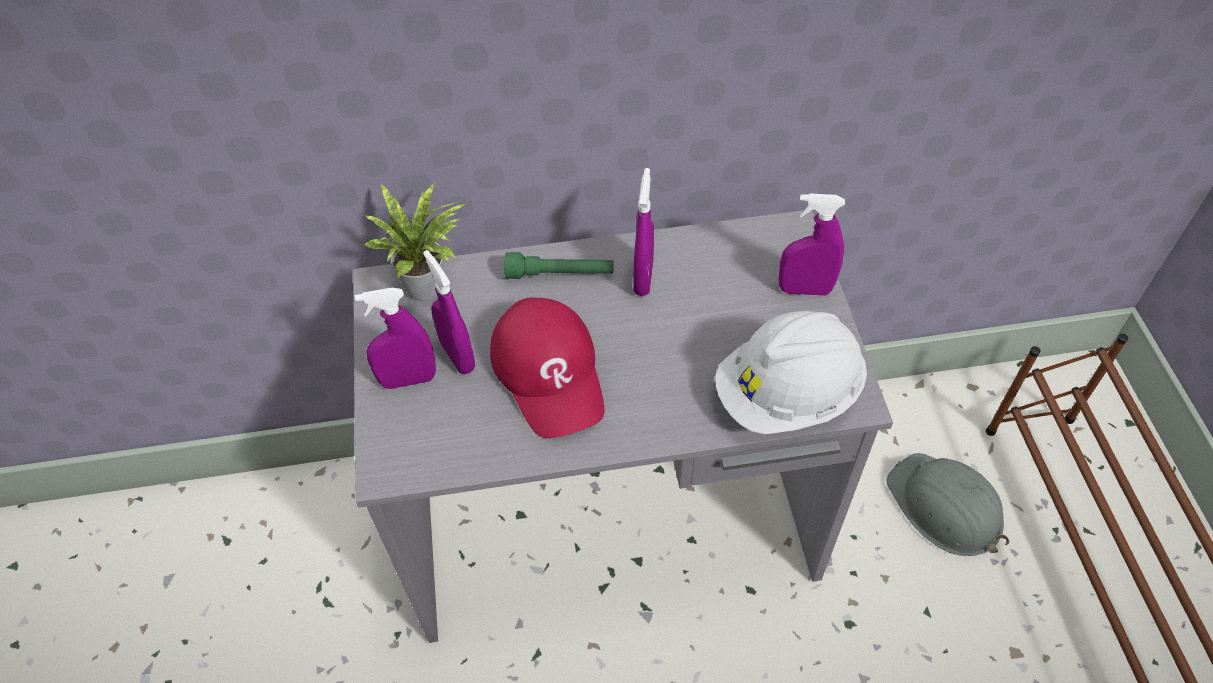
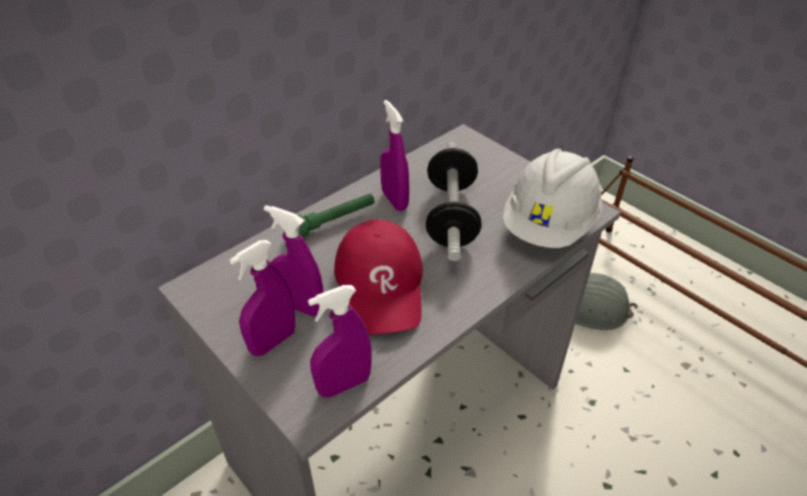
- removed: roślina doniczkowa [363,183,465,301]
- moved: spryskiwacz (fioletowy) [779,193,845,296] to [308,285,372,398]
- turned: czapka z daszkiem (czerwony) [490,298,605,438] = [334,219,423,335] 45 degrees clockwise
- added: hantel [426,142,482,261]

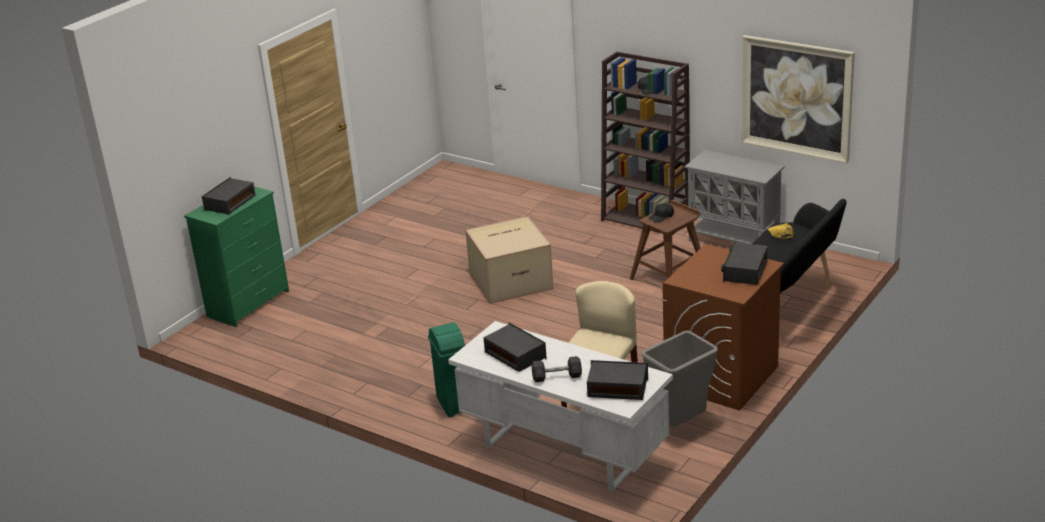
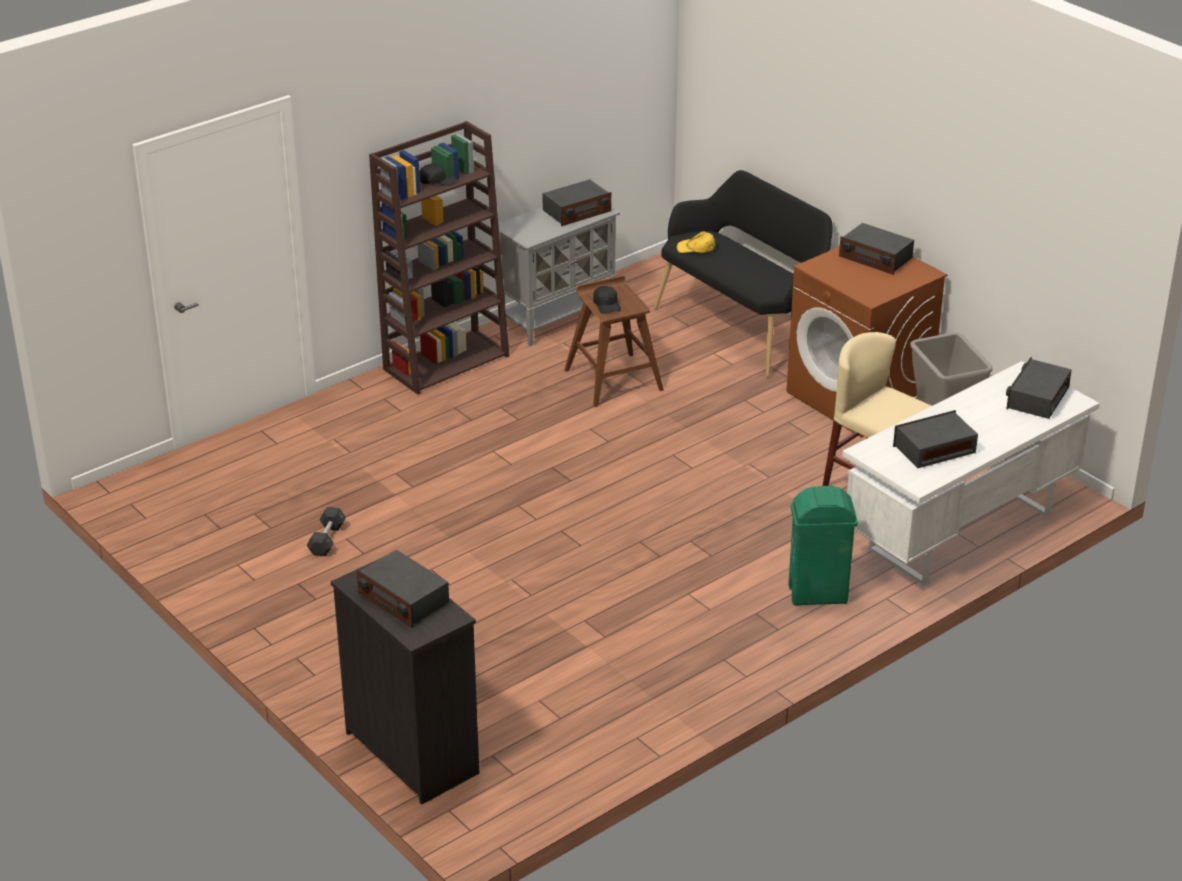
- removed: obraz [741,35,855,163]
- recoloured: komoda (zielony) [184,186,289,327] to komoda (czarny) [331,557,479,805]
- removed: karton [465,216,554,304]
- moved: hantel (szary) [532,356,582,382] to [307,506,346,556]
- added: radio [542,179,611,226]

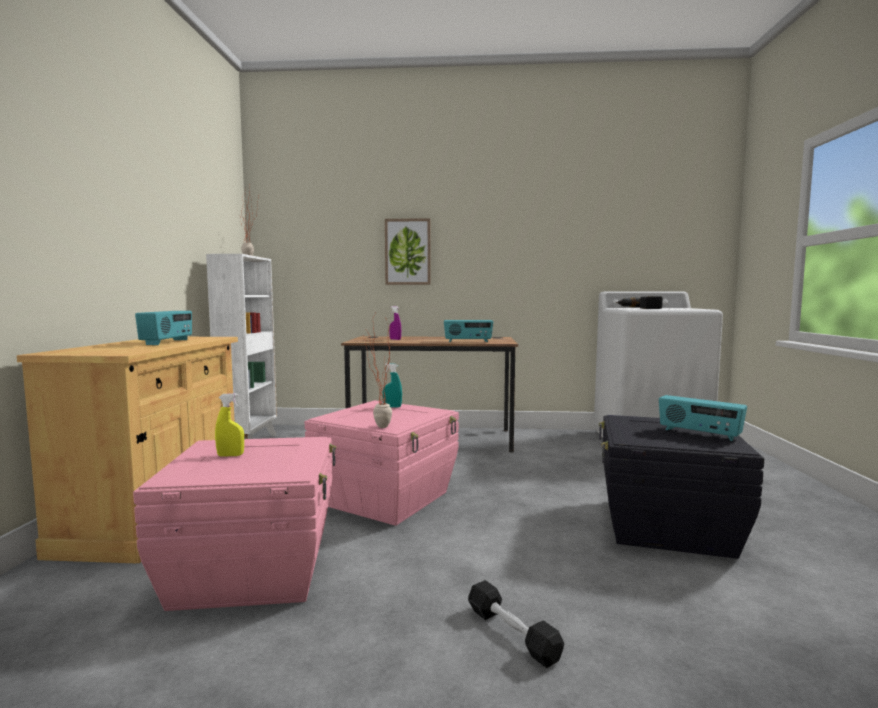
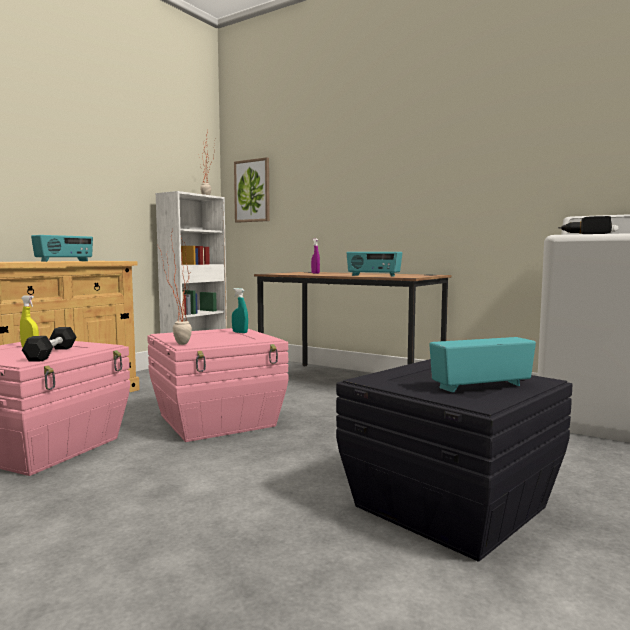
- moved: obraz [385,218,431,285] to [234,157,270,223]
- turned: radio [659,395,747,441] = [429,337,536,392] 90 degrees clockwise
- moved: hantel (czarny) [468,580,564,668] to [22,327,76,362]

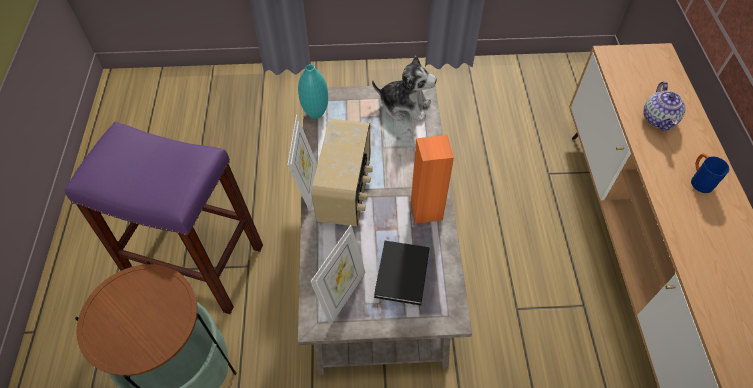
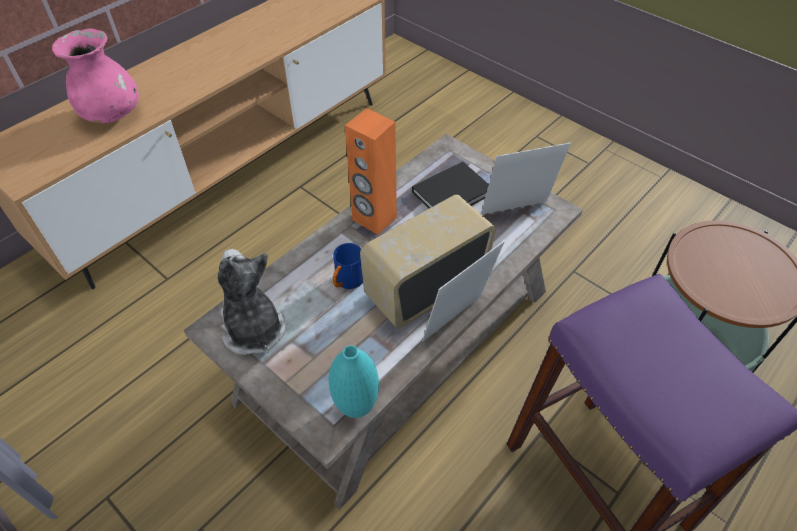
- replaced: imbryk [643,81,685,131] to wazon (różowy) [52,29,139,123]
- moved: kubek (niebieski) [691,154,729,193] to [333,243,363,289]

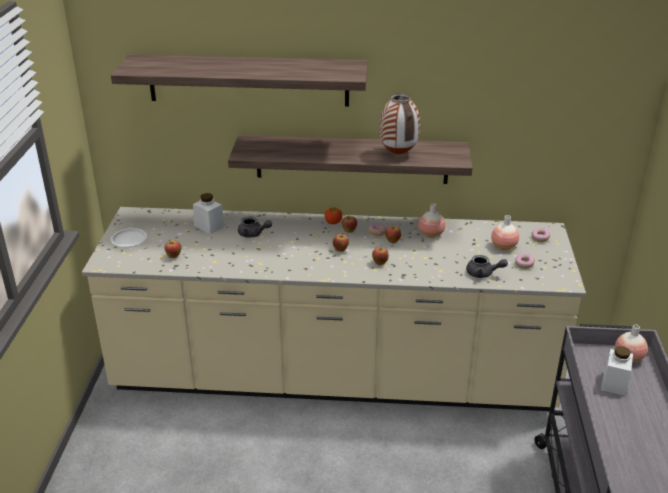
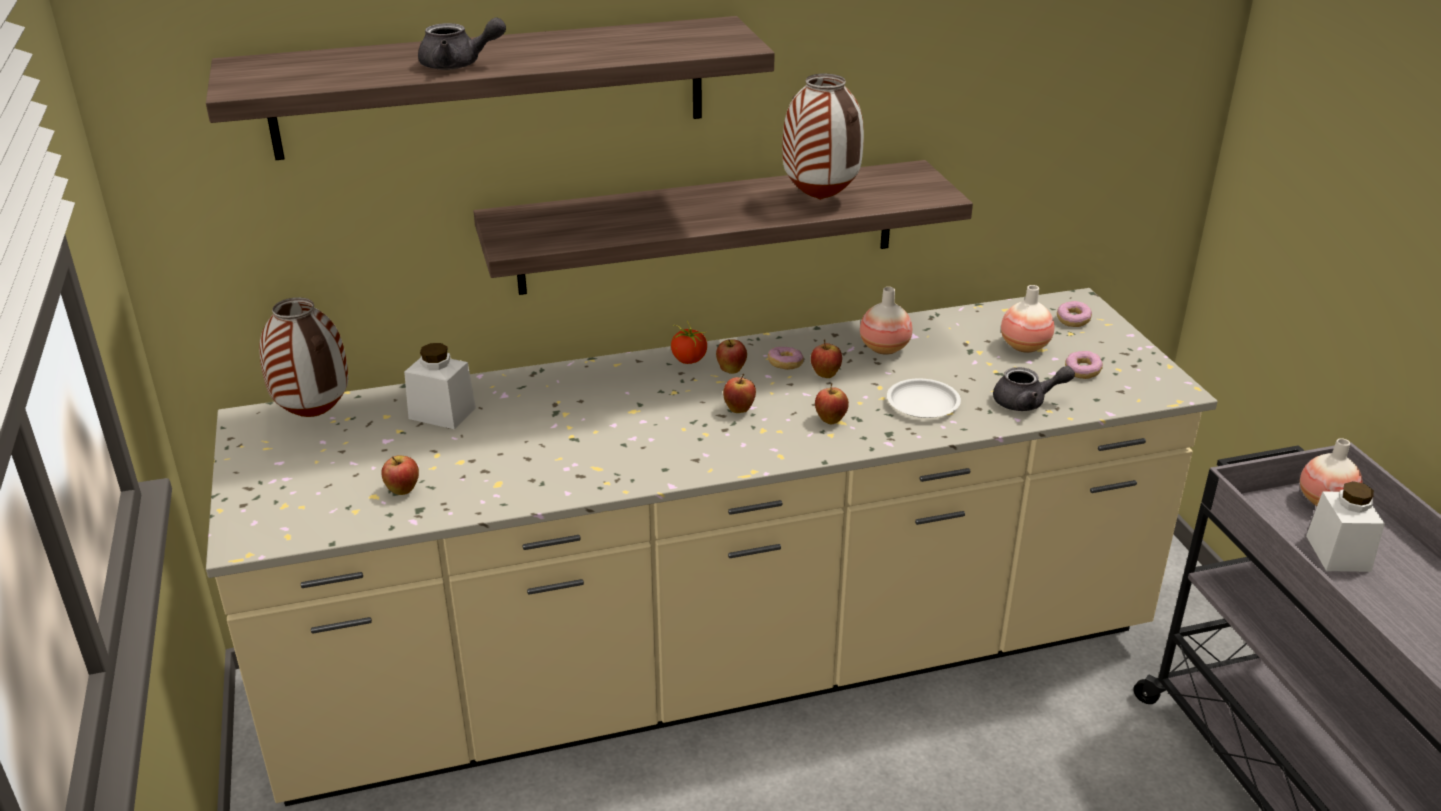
- moved: imbryk (szary) [238,217,272,238] to [418,17,506,70]
- moved: talerz (biały) [111,228,147,247] to [887,379,961,418]
- added: wazon [259,297,348,417]

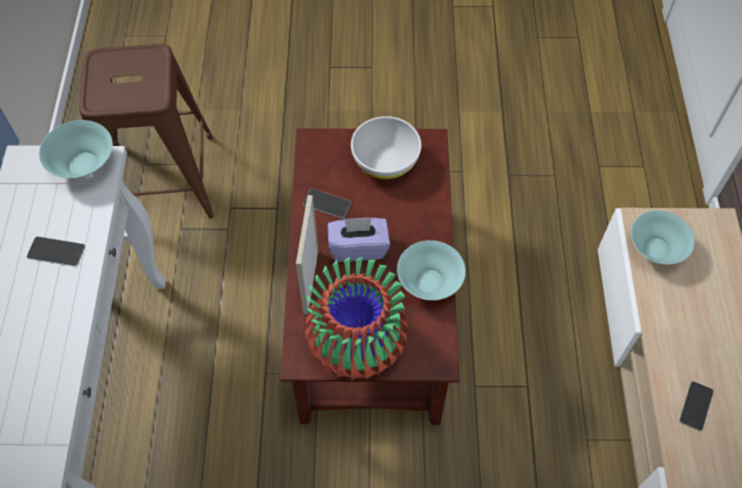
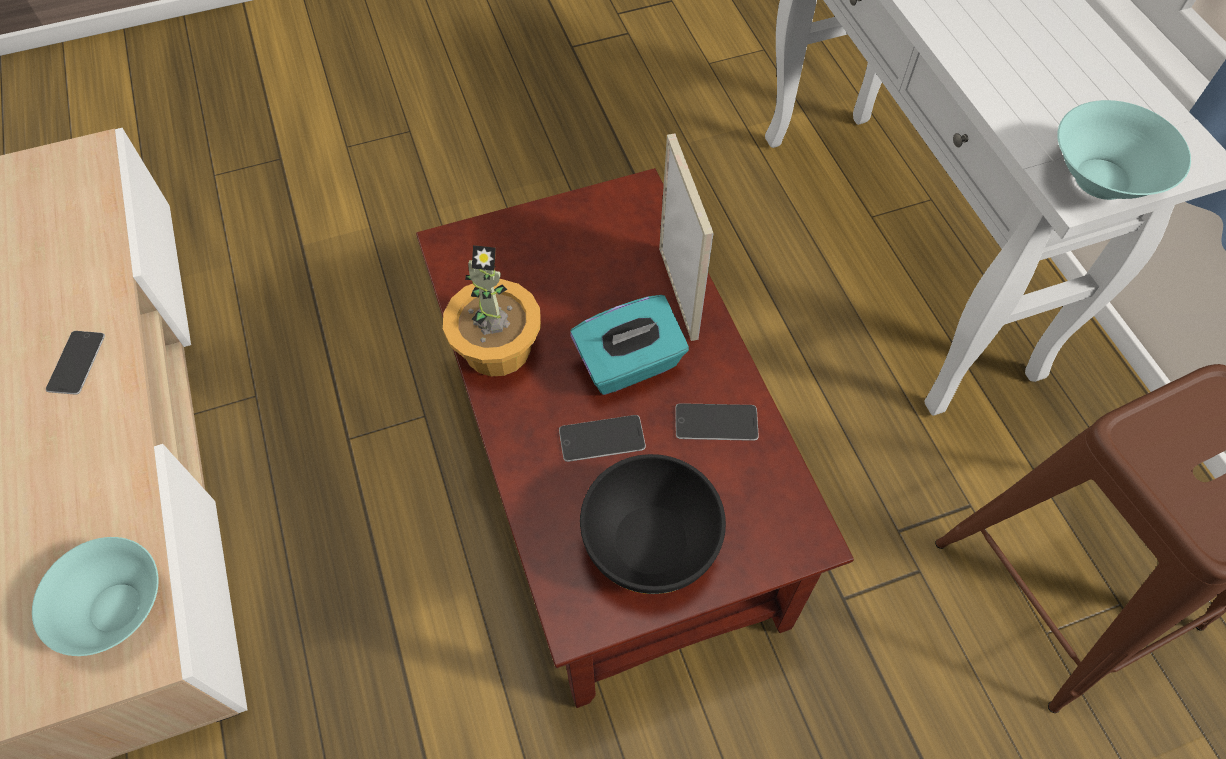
- recoloured: miska (biały) [351,116,421,179] to miska (czarny) [580,454,726,594]
- recoloured: pudełko chusteczek (fioletowy) [328,218,390,262] to pudełko chusteczek (turkusowy) [570,295,689,395]
- moved: telefon [27,237,85,266] to [559,415,646,462]
- replaced: miska (turkusowy) [397,240,466,300] to roślina doniczkowa [443,245,541,376]
- removed: wazon [305,257,408,380]

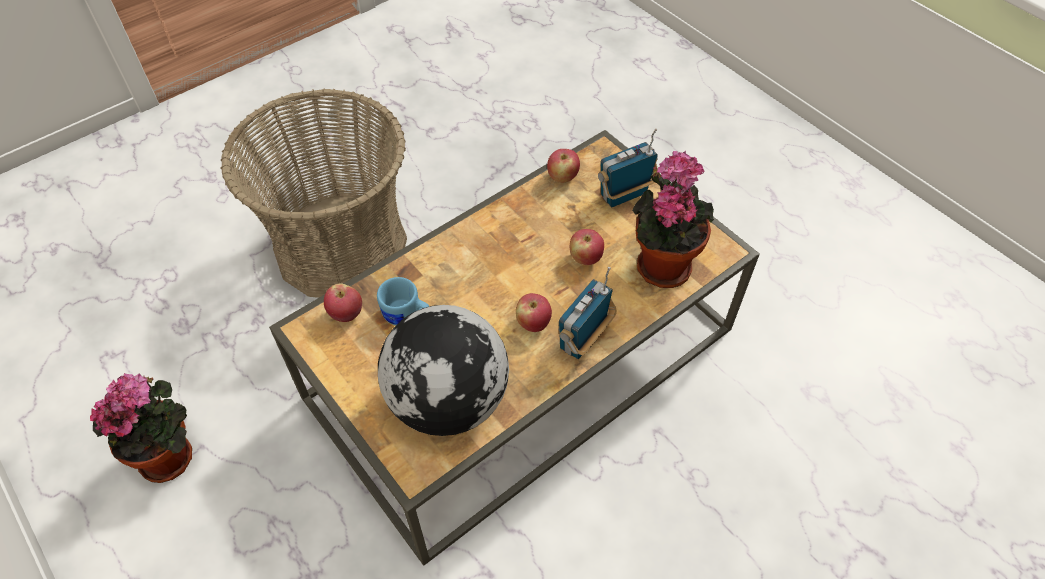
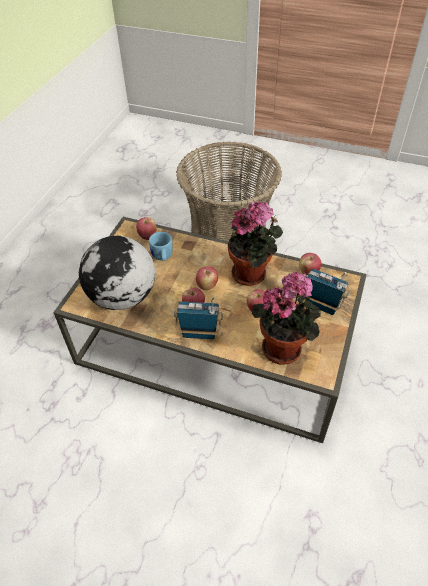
- moved: roślina doniczkowa [90,373,192,483] to [227,201,283,286]
- added: jabłko [196,266,218,290]

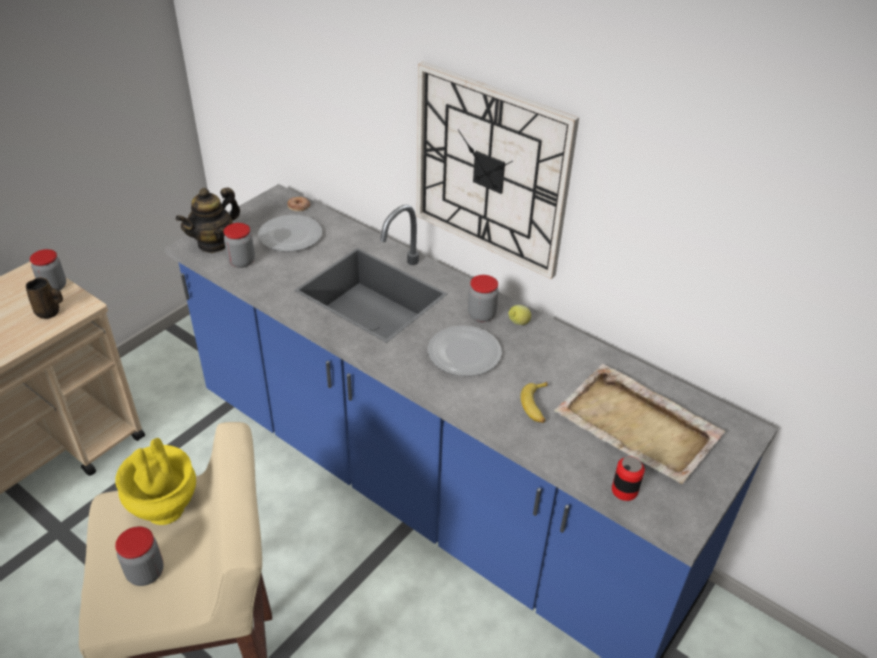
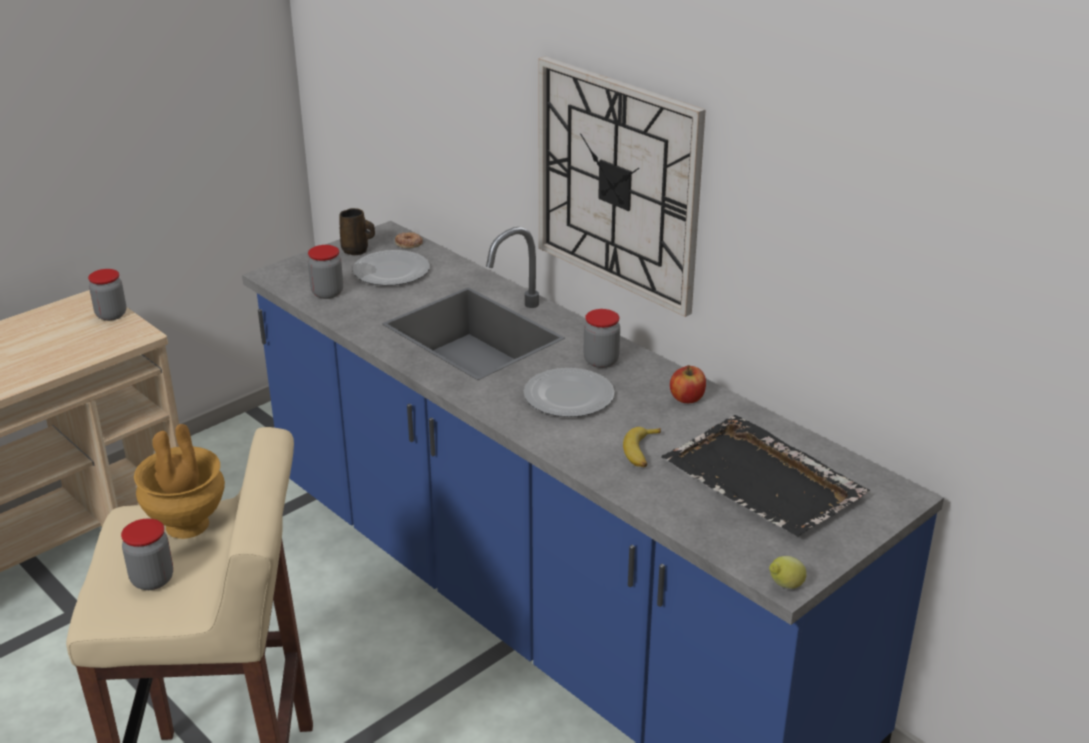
- removed: imbryk [175,188,240,253]
- moved: kubek (brązowy) [26,277,63,319] to [339,208,375,255]
- moved: cytryna [508,305,531,325] to [769,556,806,589]
- recoloured: taca (beżowy) [554,364,725,484] to taca (czarny) [661,415,870,536]
- recoloured: wazon (żółty) [116,438,196,525] to wazon (brązowy) [134,424,225,539]
- removed: puszka [612,456,645,501]
- added: jabłko [670,365,706,403]

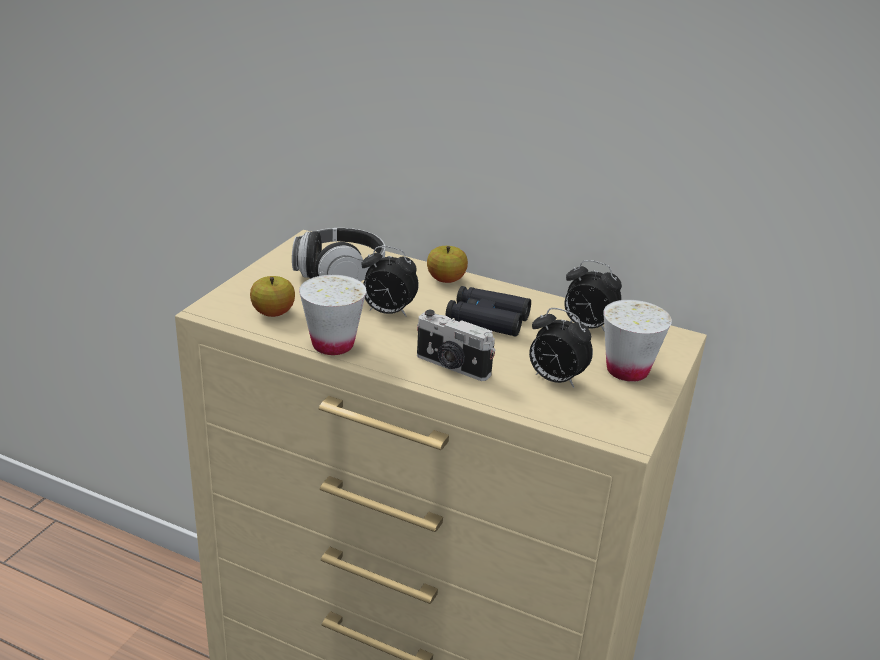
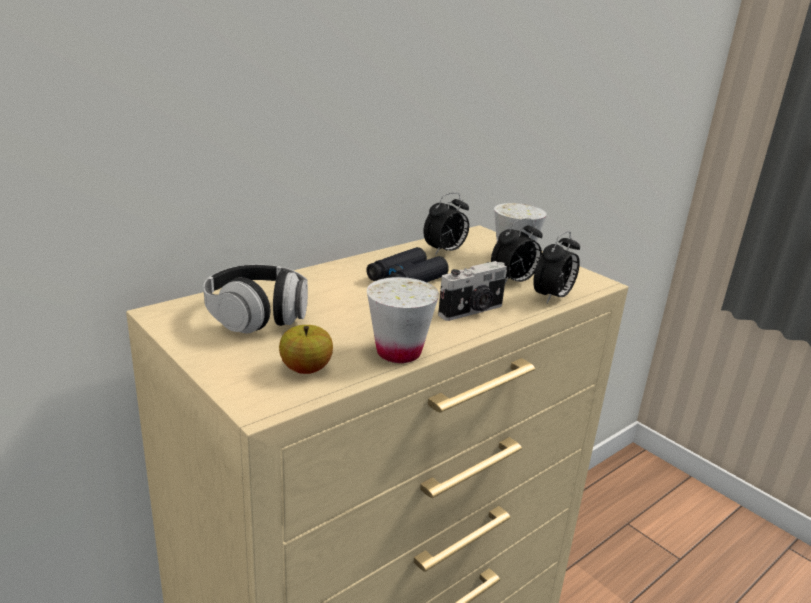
- moved: budzik [362,246,419,316] to [533,231,580,304]
- removed: jabłko [427,246,468,283]

